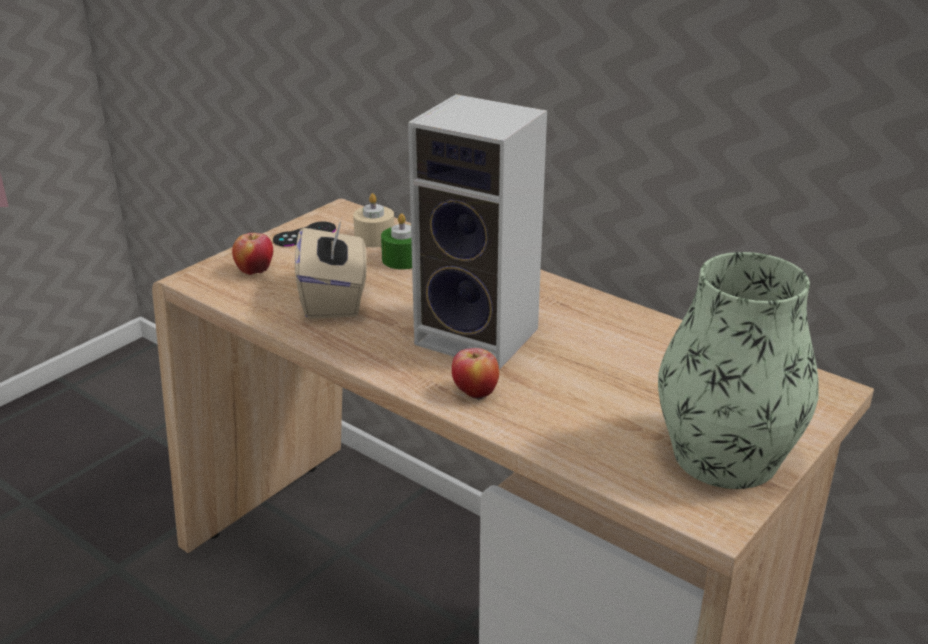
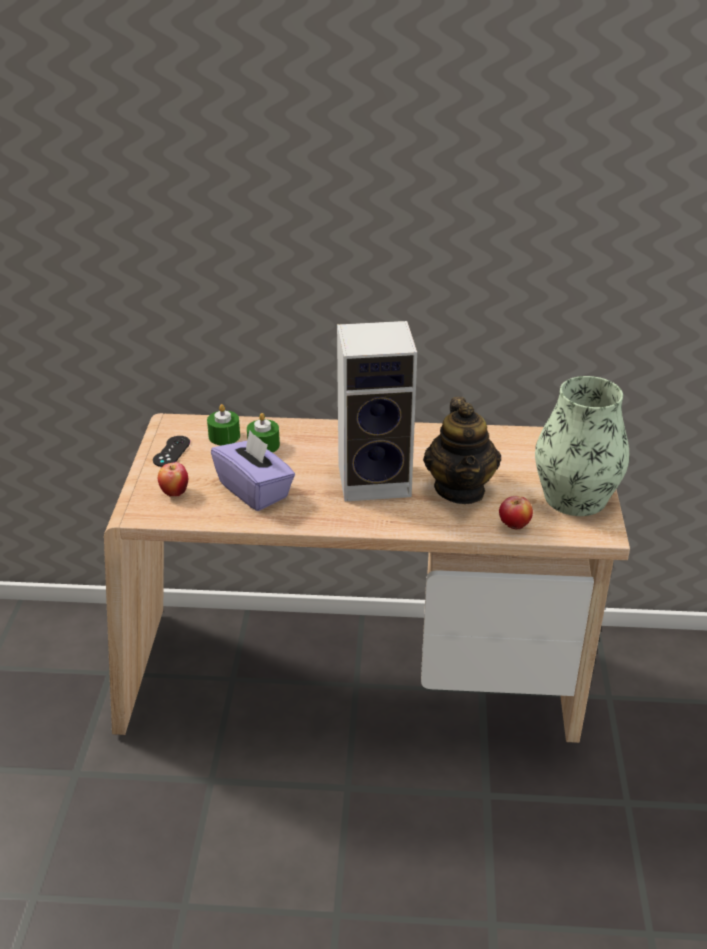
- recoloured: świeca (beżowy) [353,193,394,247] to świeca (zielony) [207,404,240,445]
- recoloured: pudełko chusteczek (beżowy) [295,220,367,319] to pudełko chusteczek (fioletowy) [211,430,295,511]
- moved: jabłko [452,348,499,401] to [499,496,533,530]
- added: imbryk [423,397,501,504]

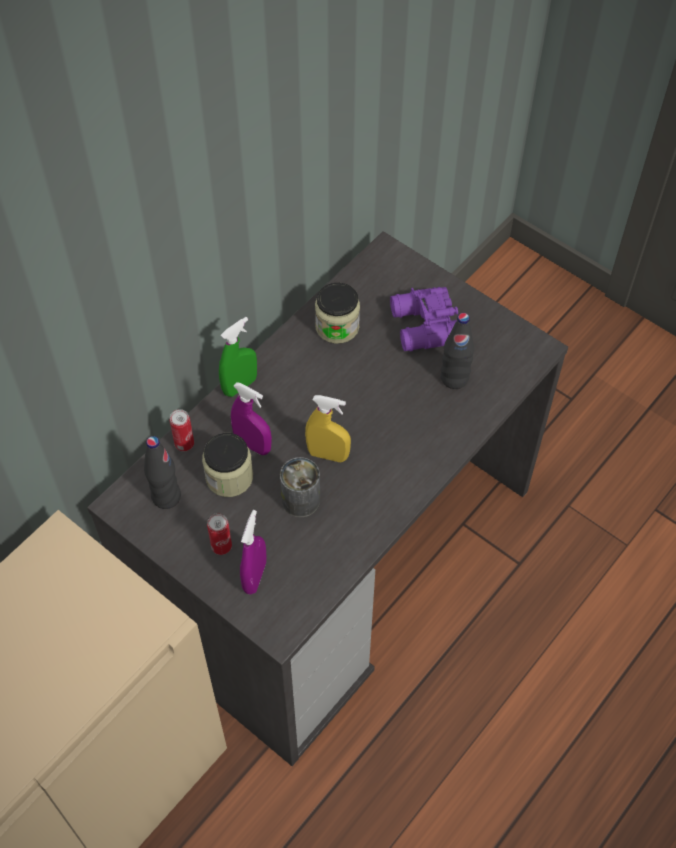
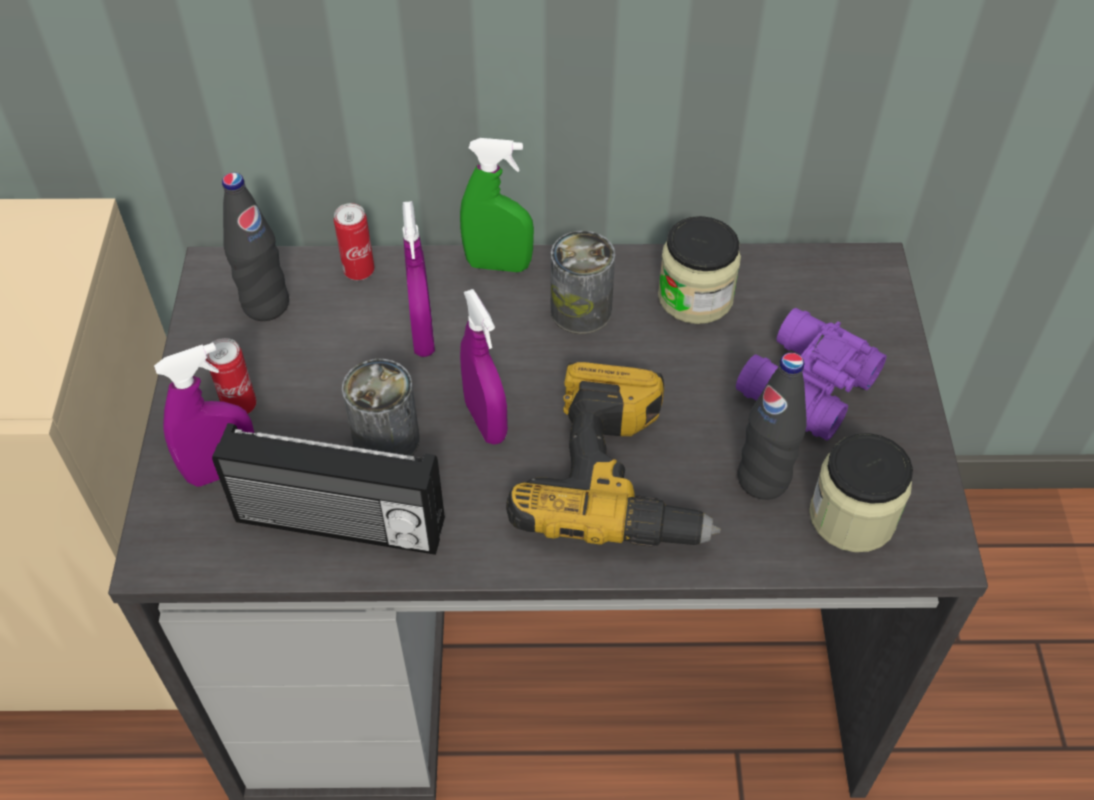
- recoloured: spryskiwacz (żółty) [305,395,351,462] to spryskiwacz (fioletowy) [460,289,508,445]
- moved: słoik [202,433,253,497] to [809,433,913,552]
- added: puszka [551,231,615,334]
- added: wiertarka [506,362,721,547]
- added: radio [212,423,445,555]

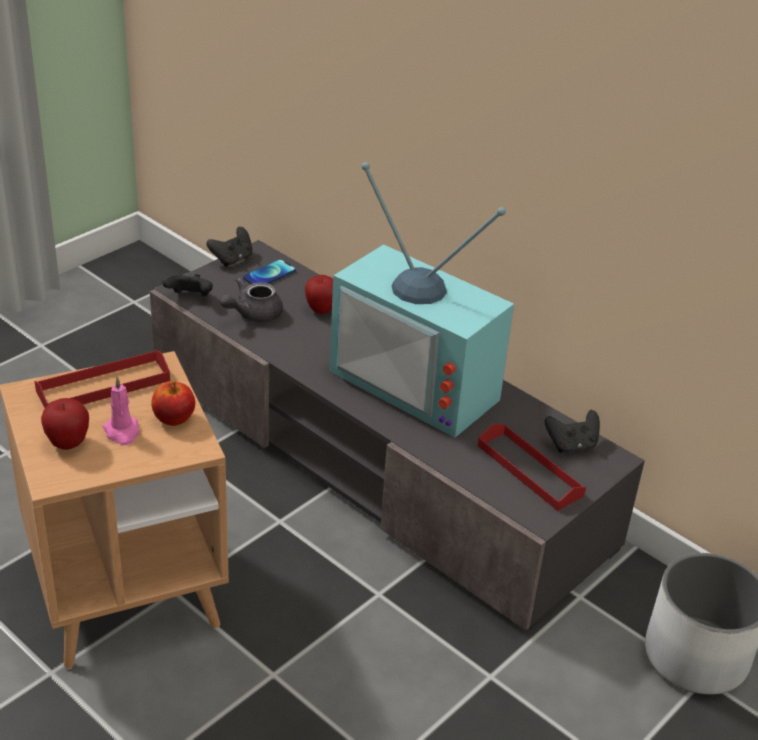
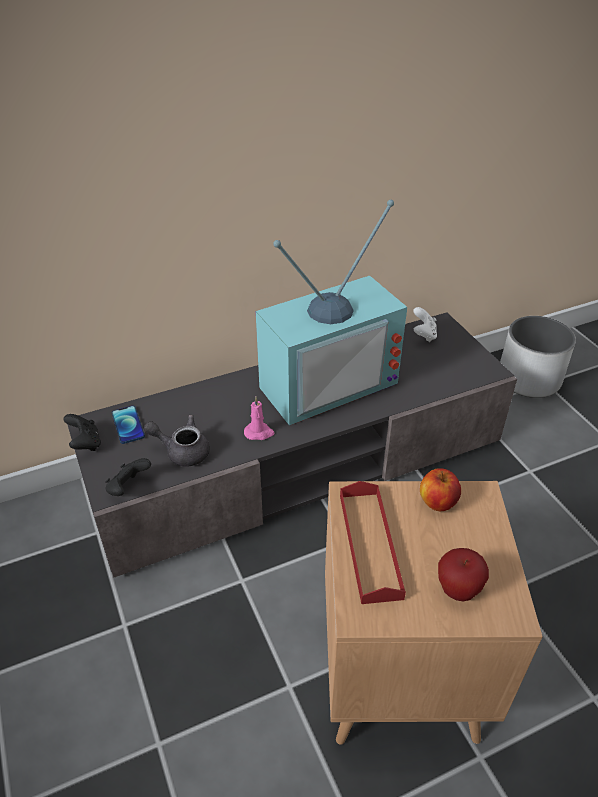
- removed: jabłko [305,275,333,314]
- turned: imbryk (szary) [220,278,283,322] = [144,415,210,467] 120 degrees clockwise
- moved: świeca (różowy) [103,376,140,445] to [244,396,274,440]
- recoloured: pad do gier (czarny) [545,410,600,453] to pad do gier (biały) [413,307,437,342]
- removed: taca (czerwony) [478,424,586,511]

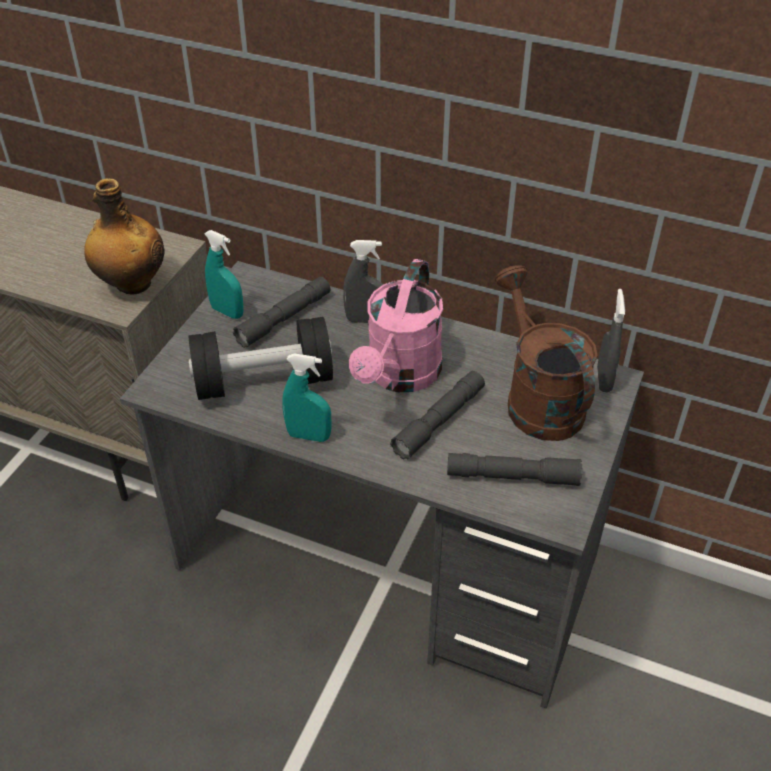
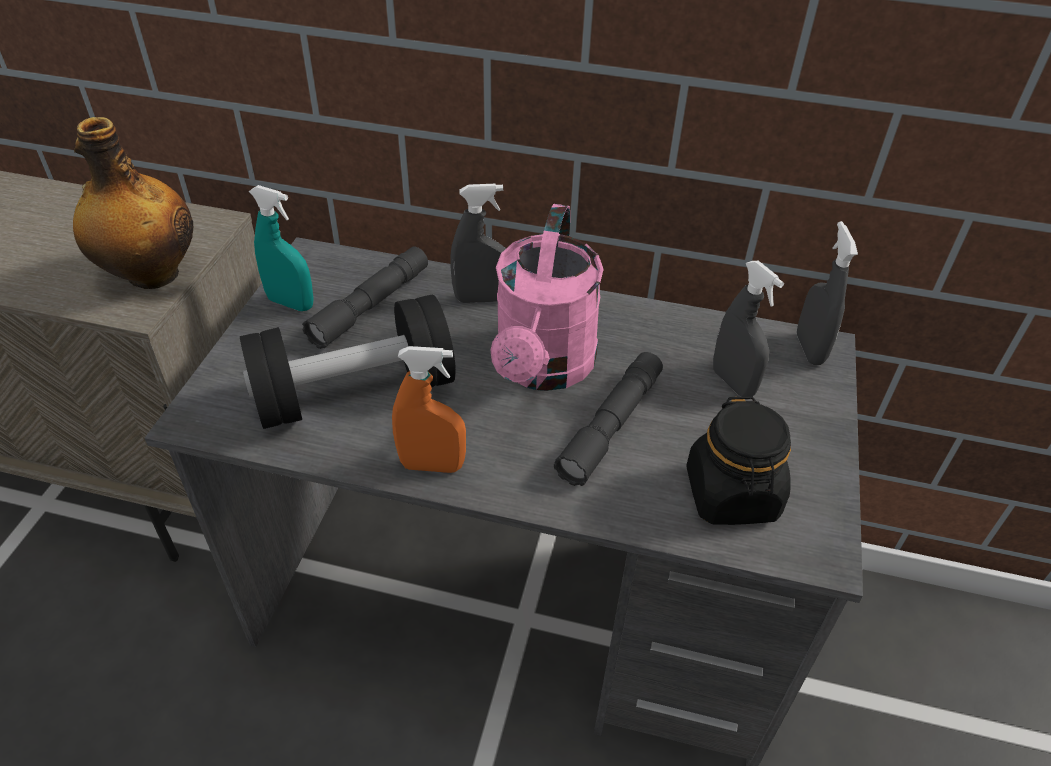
- replaced: konewka (brązowy) [495,265,598,441] to spryskiwacz (szary) [713,261,784,397]
- recoloured: spryskiwacz (turkusowy) [282,353,331,442] to spryskiwacz (pomarańczowy) [392,346,466,473]
- replaced: latarka (szary) [447,453,582,486] to słoik (czarny) [686,397,791,525]

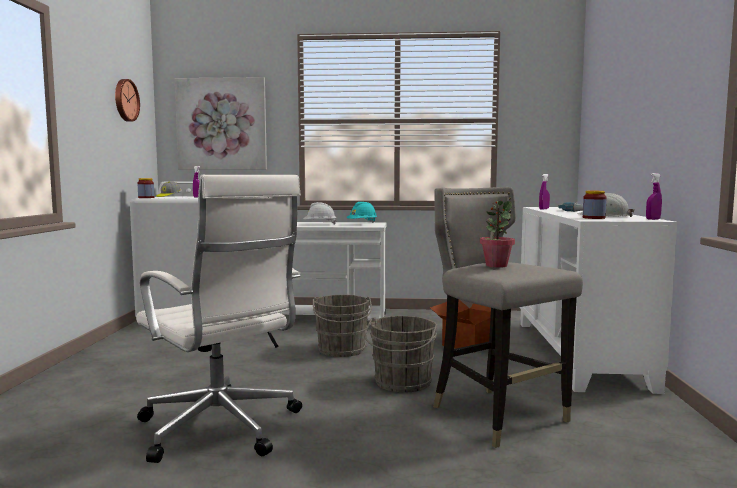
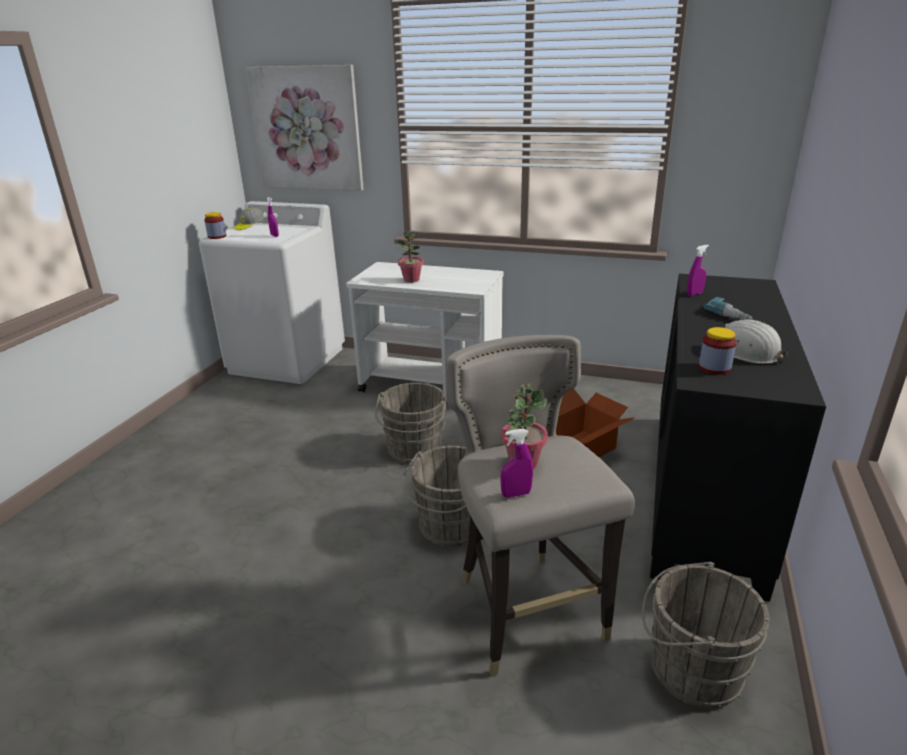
- removed: zegar ścienny [115,79,140,122]
- moved: spryskiwacz (fioletowy) [646,173,662,220] to [500,429,533,498]
- removed: krzesło biurowe (biały) [136,175,302,463]
- replaced: kask (biały) [303,202,337,225] to roślina doniczkowa [397,231,424,283]
- removed: kask (turkusowy) [346,202,377,223]
- recoloured: szafka (biały) [520,207,677,394] to szafka (czarny) [650,274,826,602]
- added: wiadro (szary) [642,562,769,709]

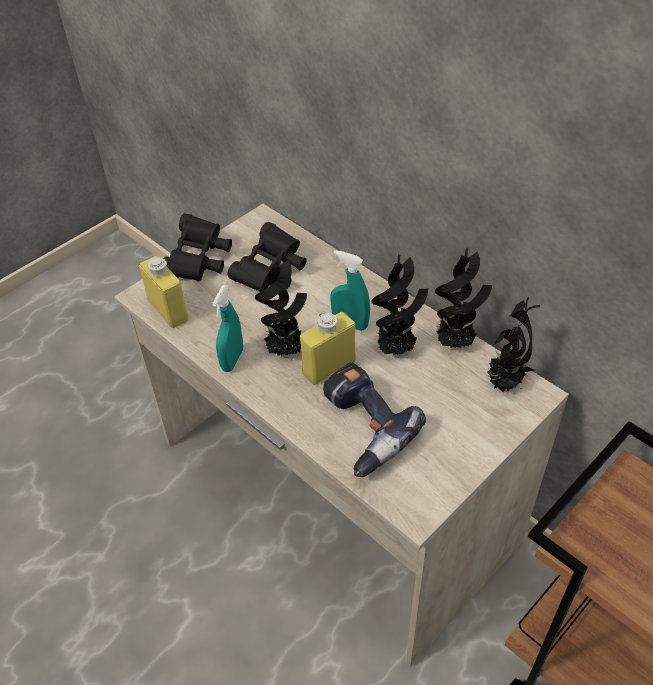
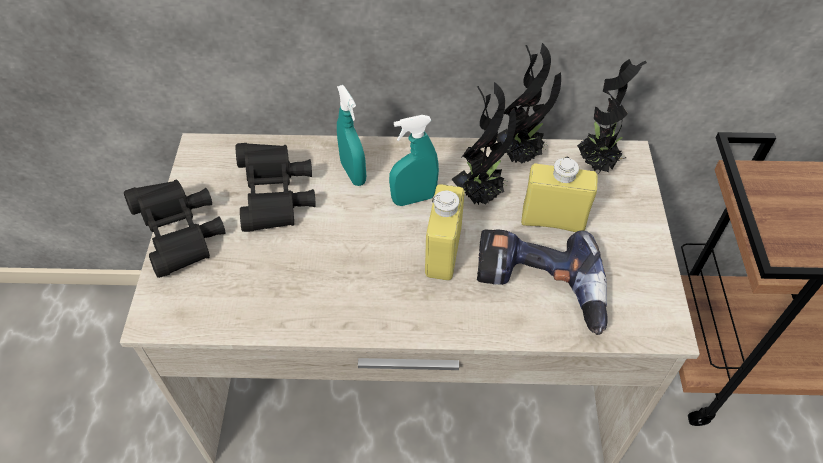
- moved: butelka (żółty) [139,256,189,328] to [521,157,598,232]
- removed: roślina doniczkowa [255,256,307,356]
- moved: spryskiwacz (turkusowy) [212,285,243,372] to [337,85,366,186]

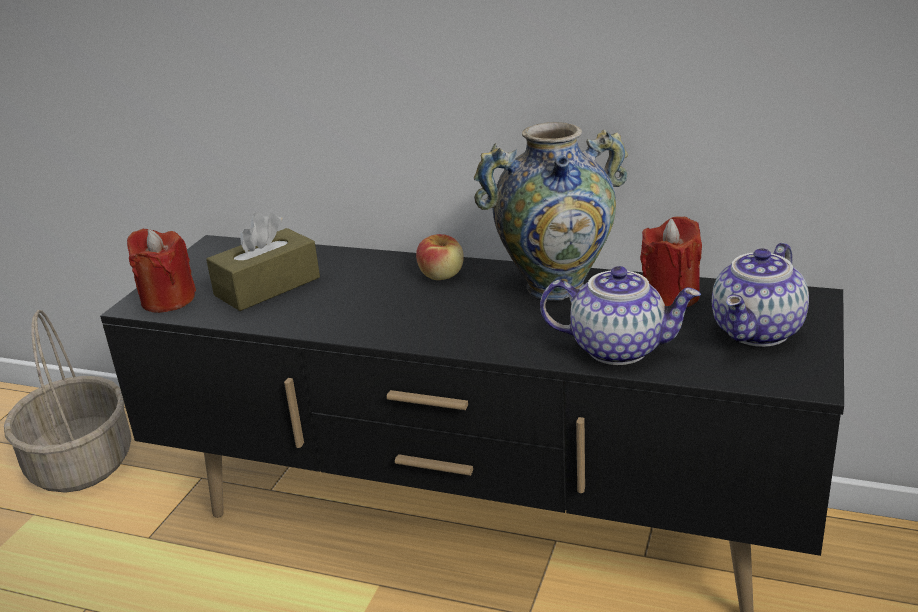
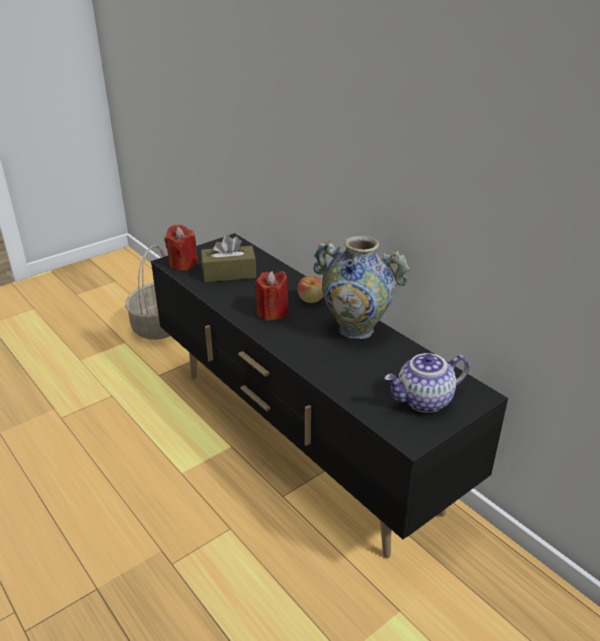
- moved: świeca (czerwony) [640,216,702,307] to [255,271,289,321]
- removed: imbryk [540,266,701,365]

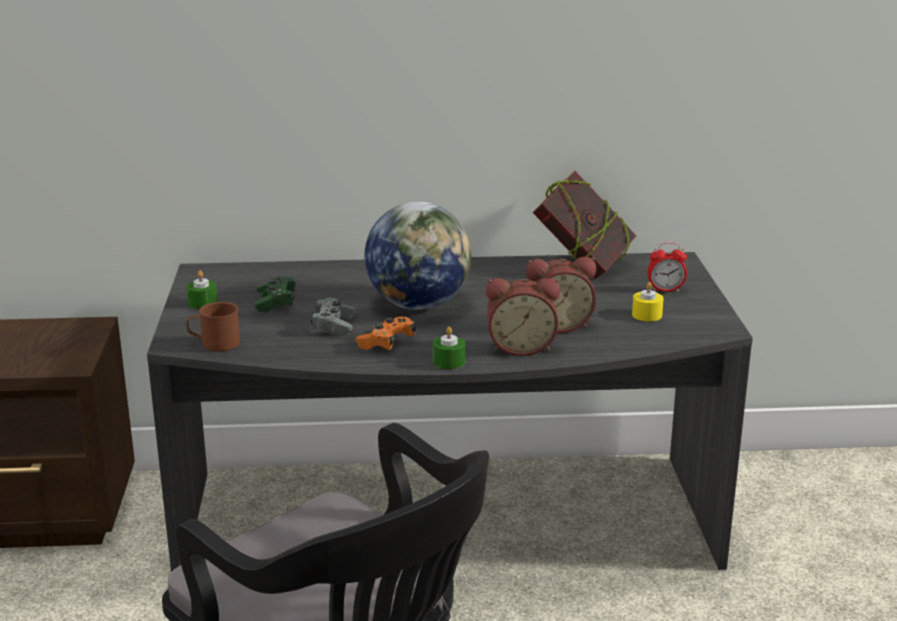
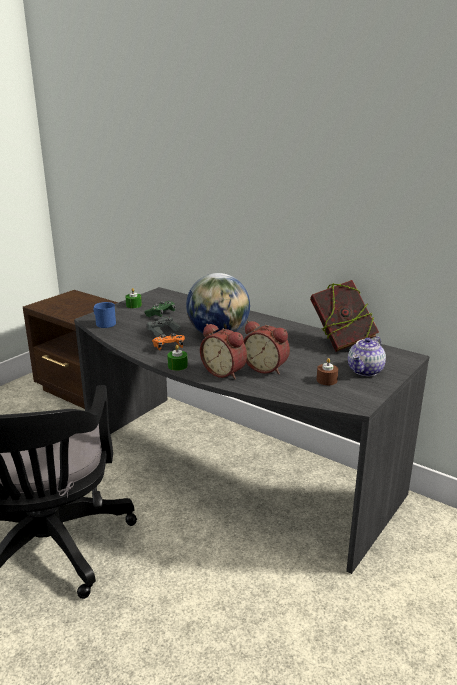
- replaced: budzik [648,242,687,292] to imbryk [348,336,386,376]
- recoloured: świeca (żółty) [632,282,664,321] to świeca (brązowy) [317,358,338,385]
- recoloured: kubek (brązowy) [187,302,240,352] to kubek (niebieski) [93,302,116,328]

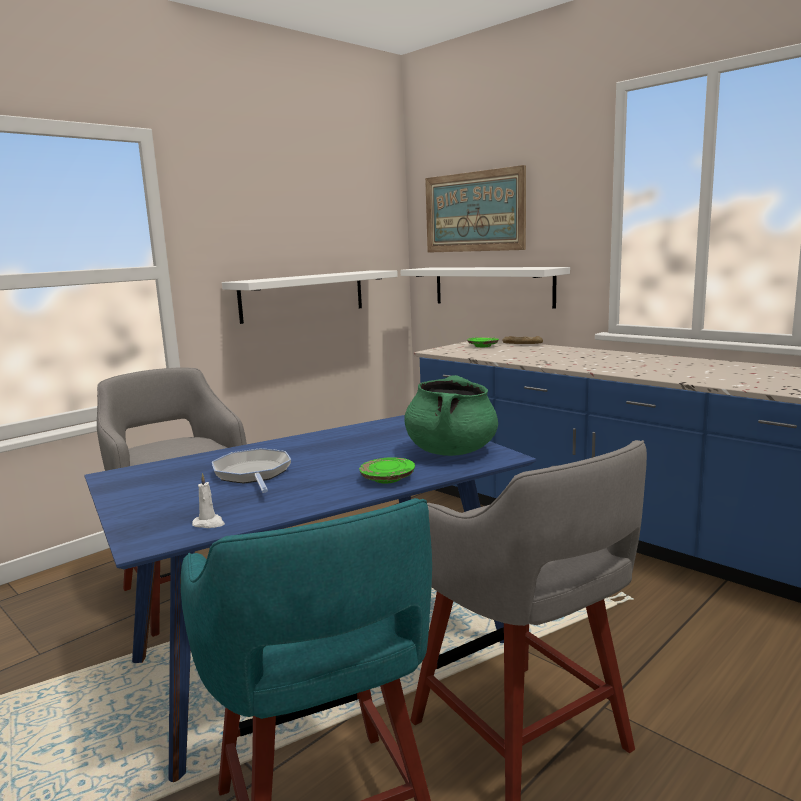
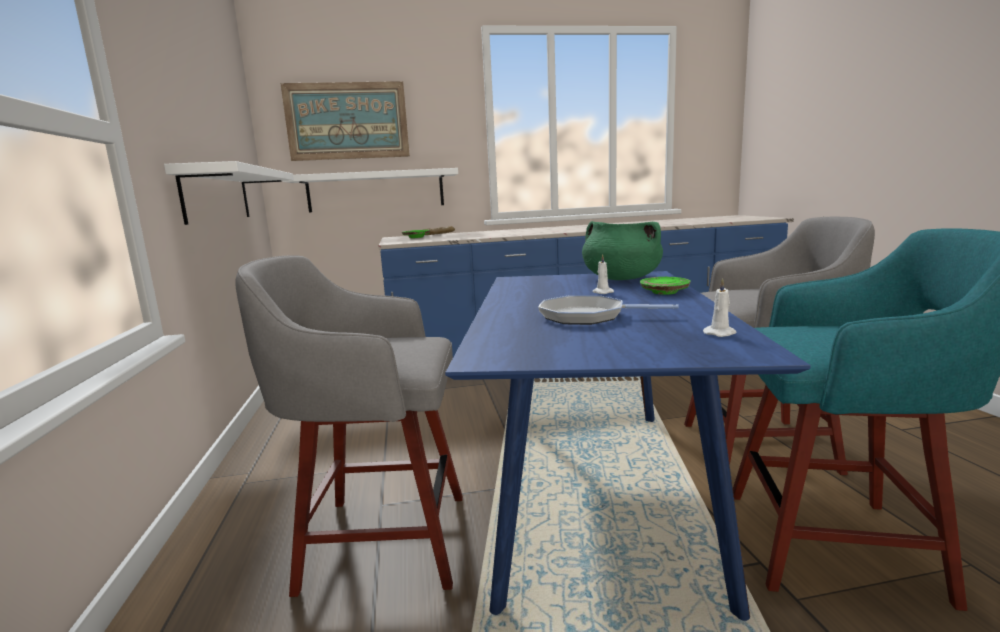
- added: świeca (biały) [592,254,614,294]

